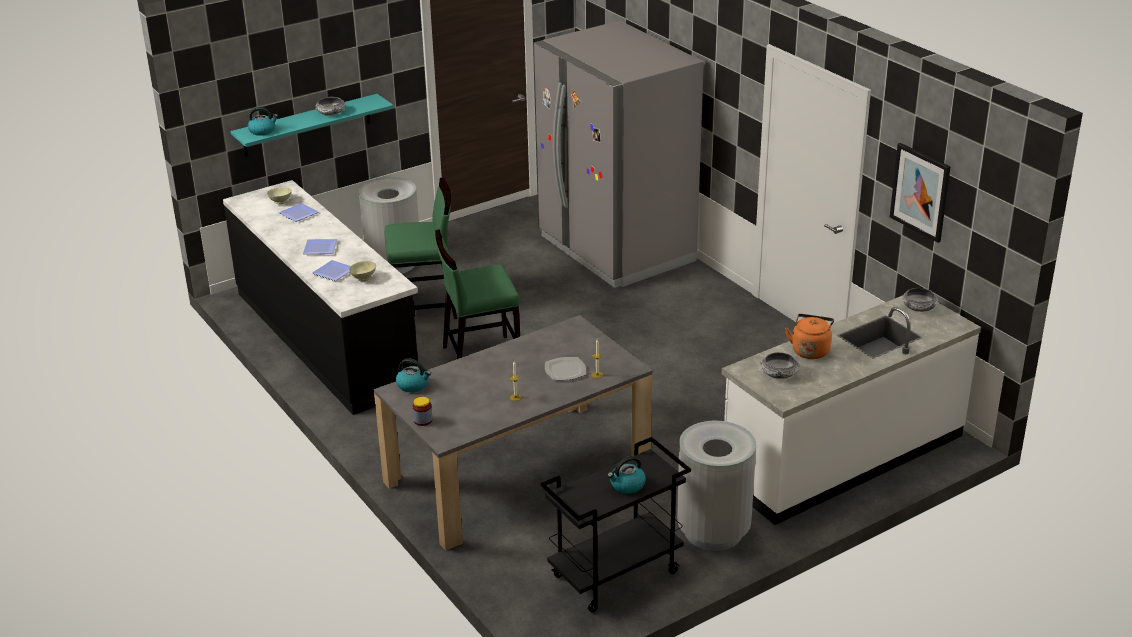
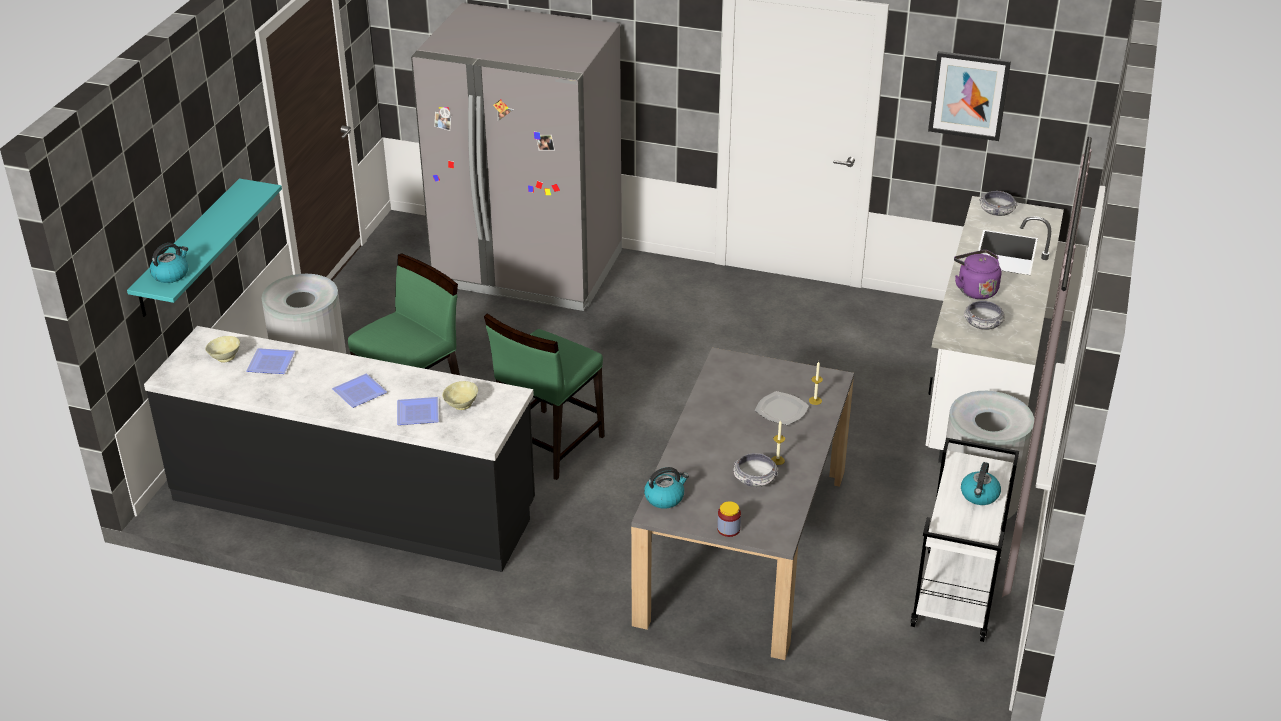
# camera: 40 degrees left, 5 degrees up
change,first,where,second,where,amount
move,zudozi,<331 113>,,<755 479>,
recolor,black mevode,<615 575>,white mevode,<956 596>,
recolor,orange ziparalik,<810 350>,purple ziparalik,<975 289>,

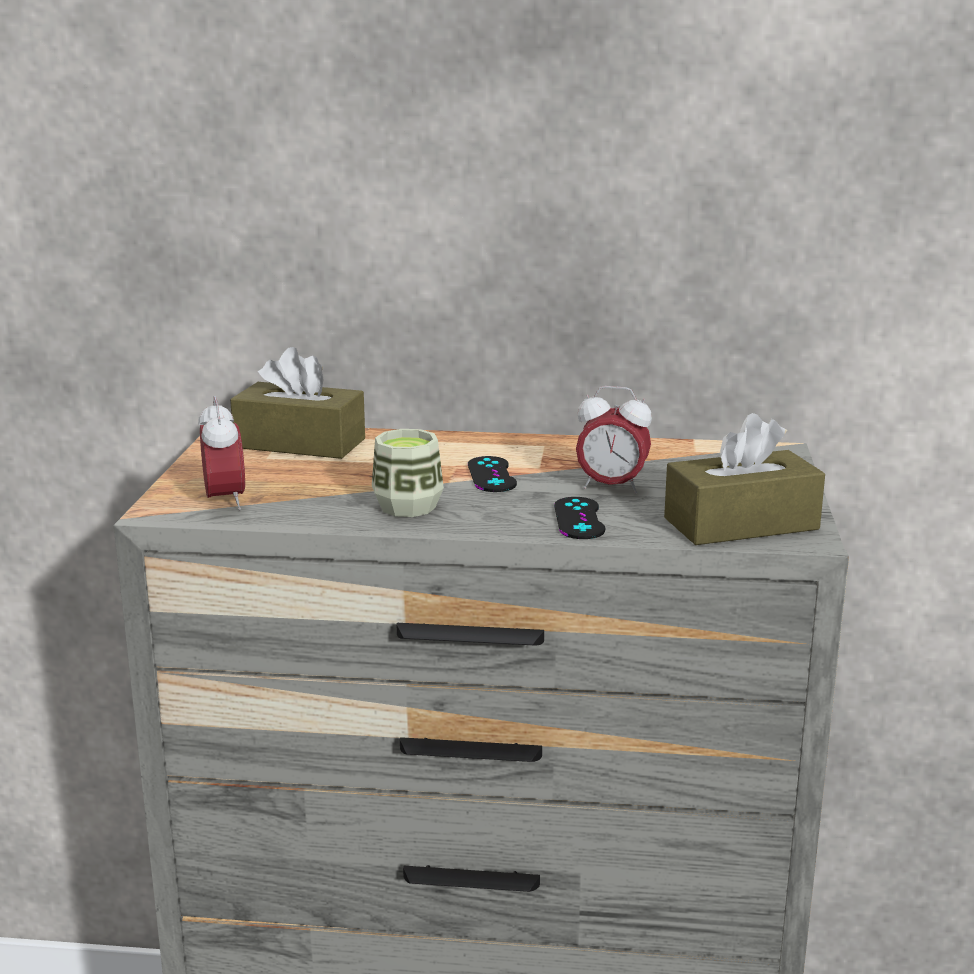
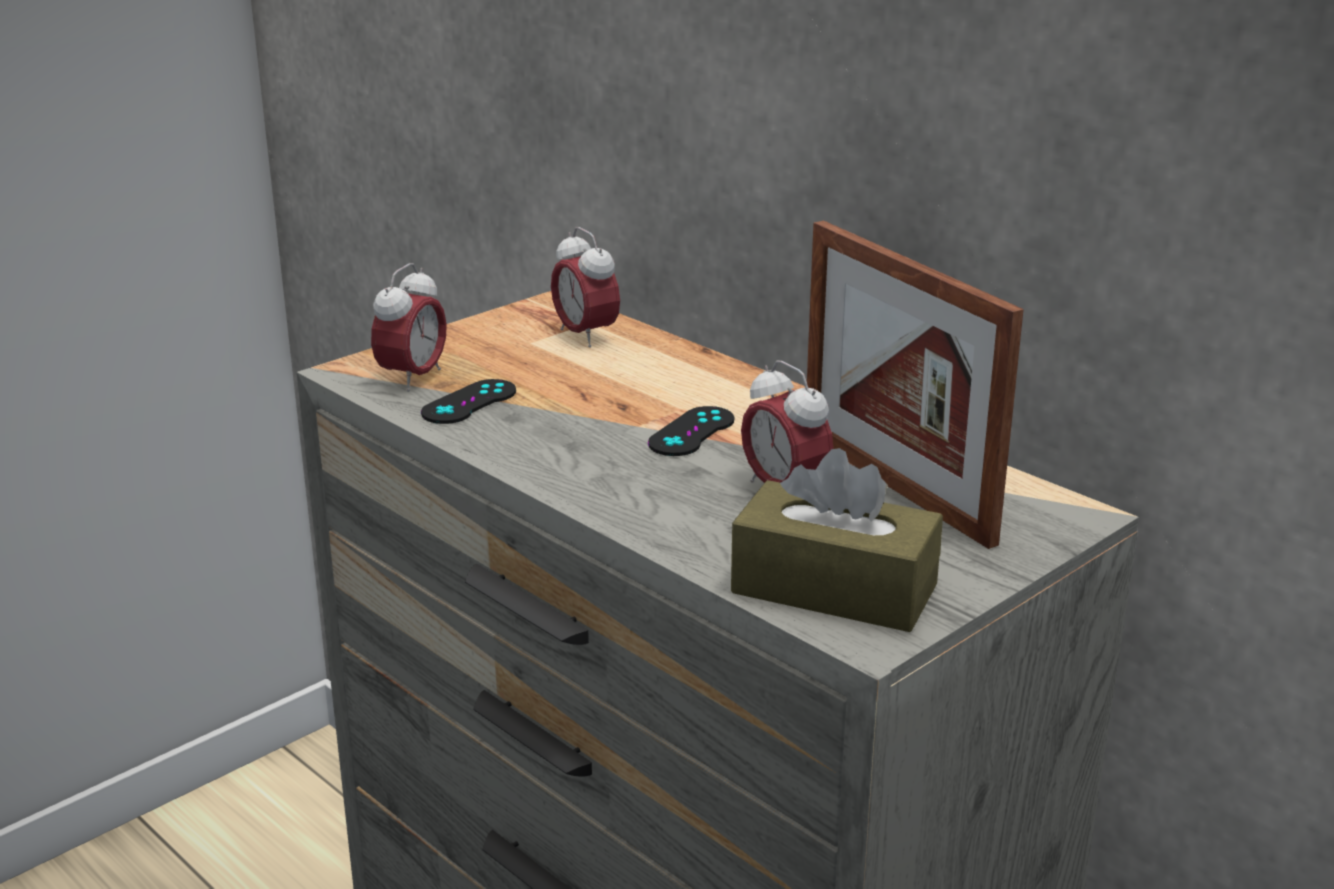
# camera: 40 degrees right, 5 degrees up
change,first,where,second,where,amount
delete,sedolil,<408 506>,,,
insert,,,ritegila,<895 486>,
move,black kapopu,<579 519>,,<469 402>,
replace,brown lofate,<300 443>,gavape,<585 336>,

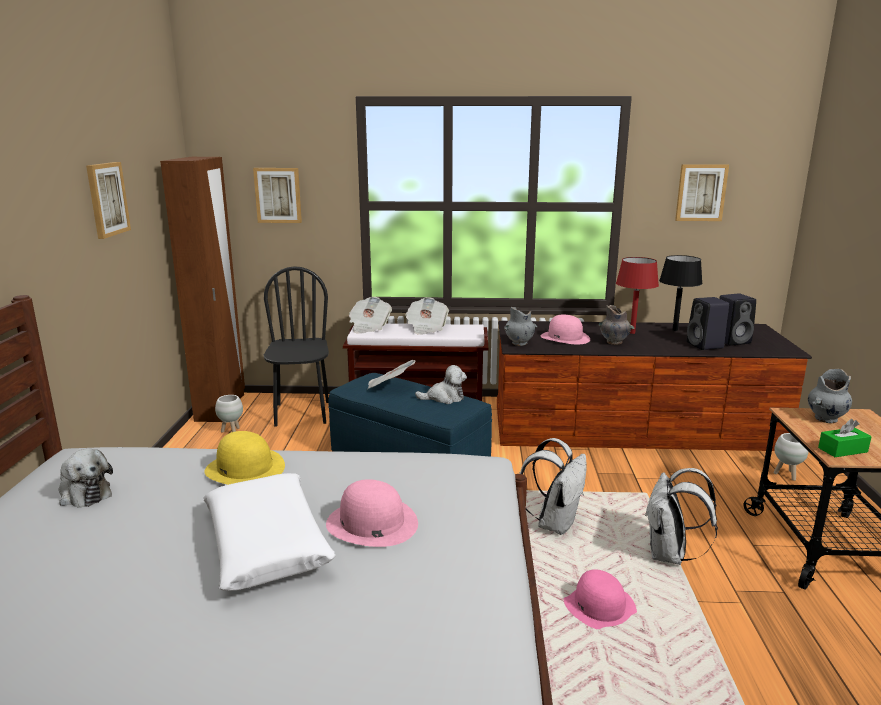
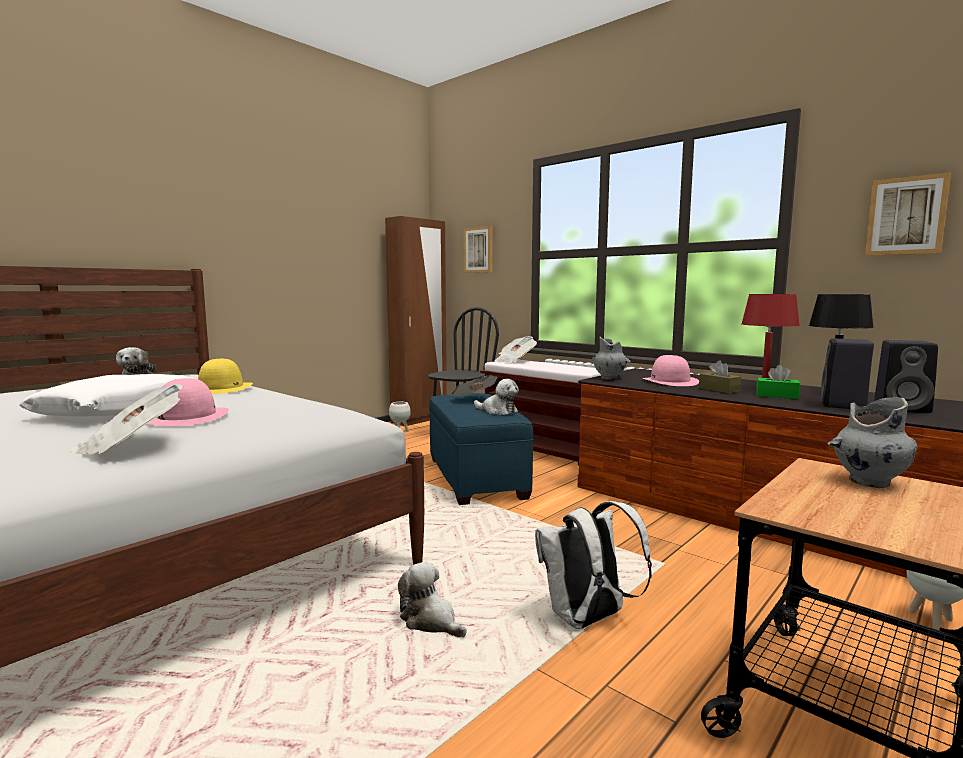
# camera: 40 degrees right, 10 degrees down
change,first,where,second,where,amount
delete,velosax,<107 199>,,,
delete,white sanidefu,<554 523>,,,
move,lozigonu,<426 328>,,<131 445>,
move,green lofate,<842 450>,,<776 396>,
replace,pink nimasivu,<600 606>,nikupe,<430 621>,
replace,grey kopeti,<614 342>,brown lofate,<719 390>,

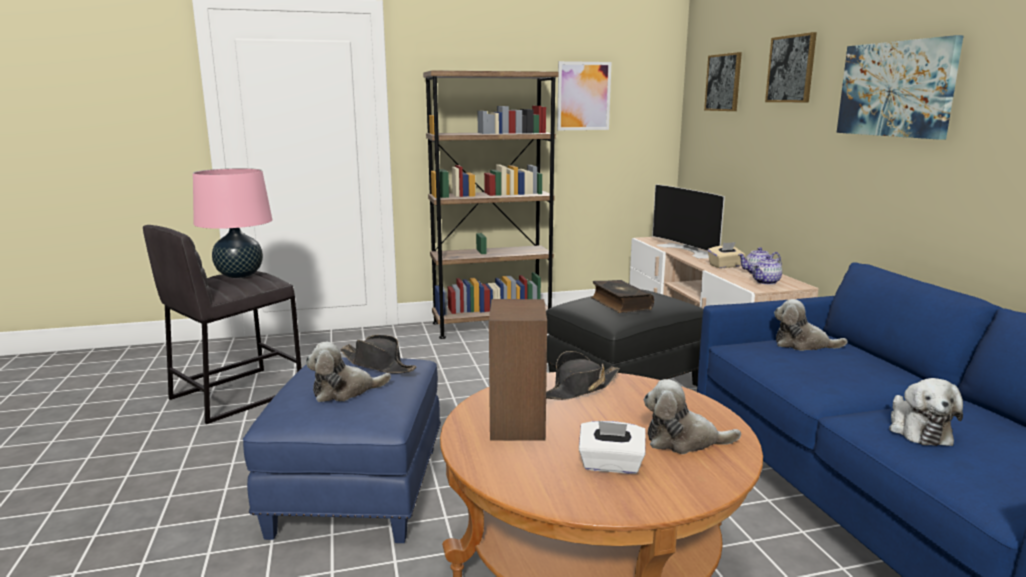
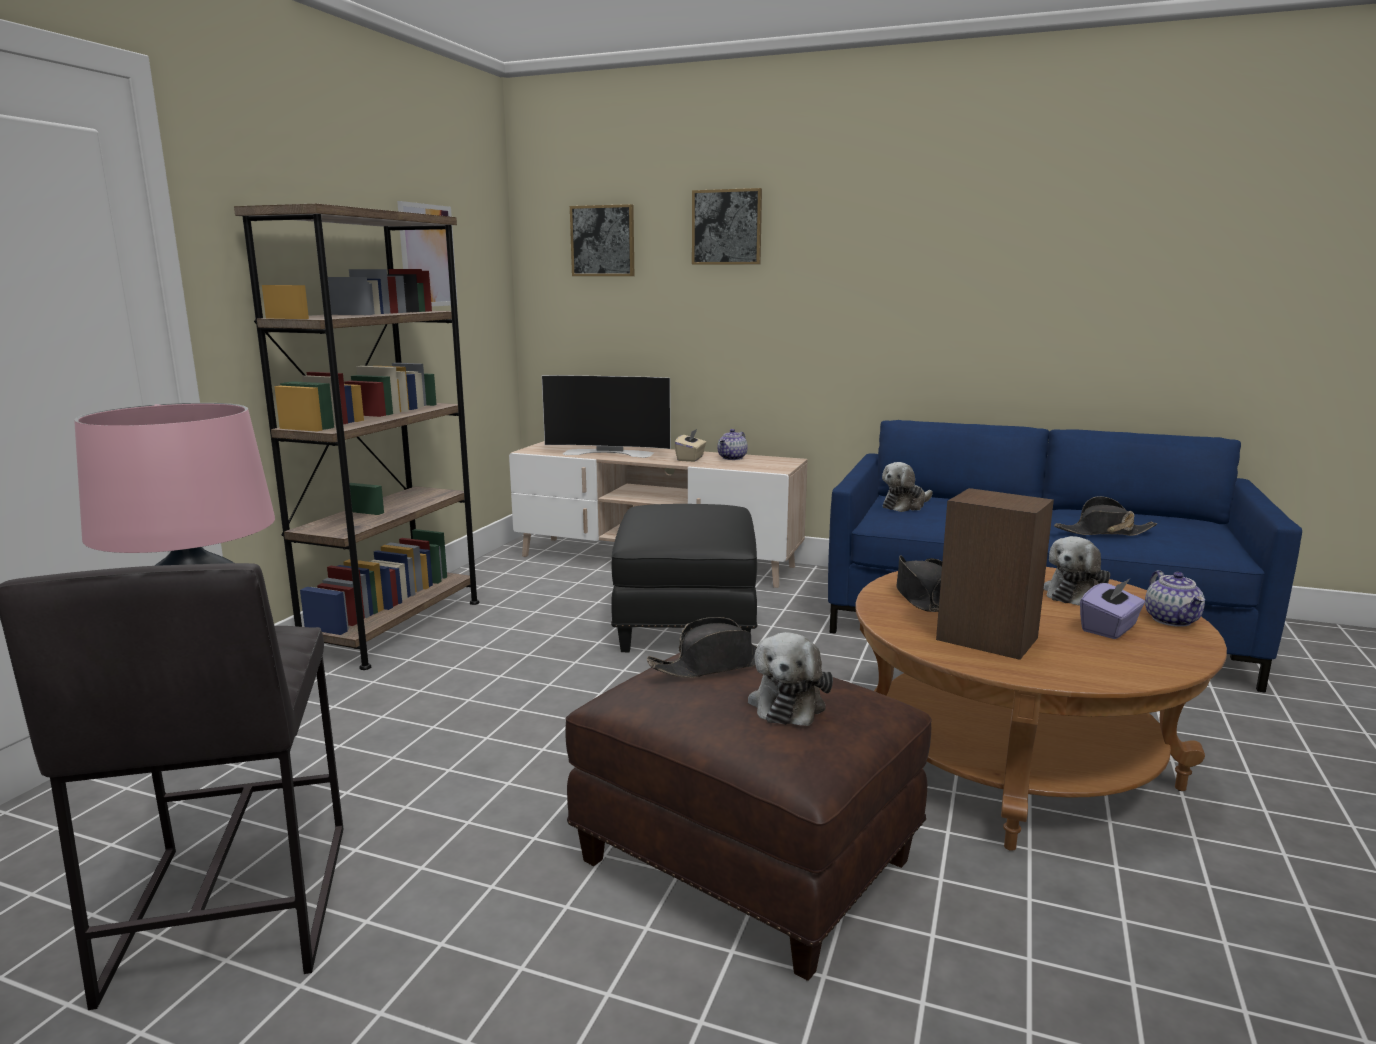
# camera: 55 degrees left, 0 degrees up
change,first,where,second,where,amount
delete,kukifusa,<620 304>,,,
delete,velosax,<896 89>,,,
move,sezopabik,<766 282>,,<1172 620>,
replace,nikupe,<917 429>,black nimasivu,<1103 532>,
recolor,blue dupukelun,<359 490>,brown dupukelun,<749 861>,
recolor,white lofate,<611 465>,purple lofate,<1109 629>,

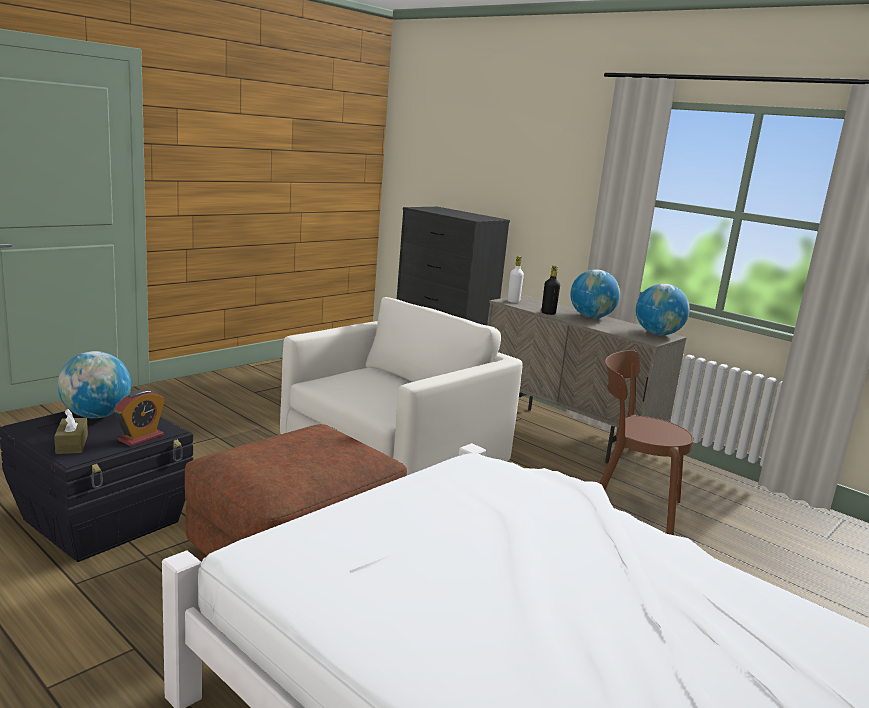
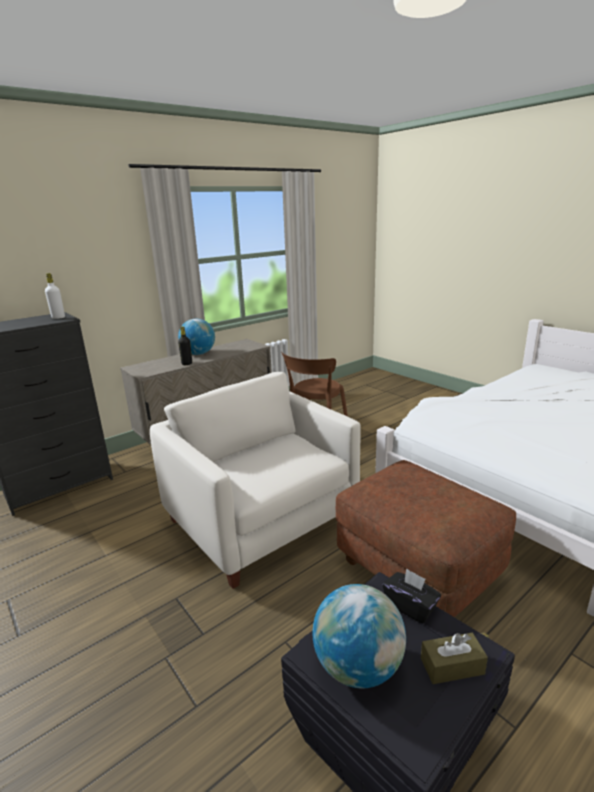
# camera: 80 degrees left, 5 degrees up
change,first,where,second,where,amount
delete,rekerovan,<658 334>,,,
move,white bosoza,<513 301>,,<58 317>,
replace,gavape,<141 438>,black lofate,<410 606>,

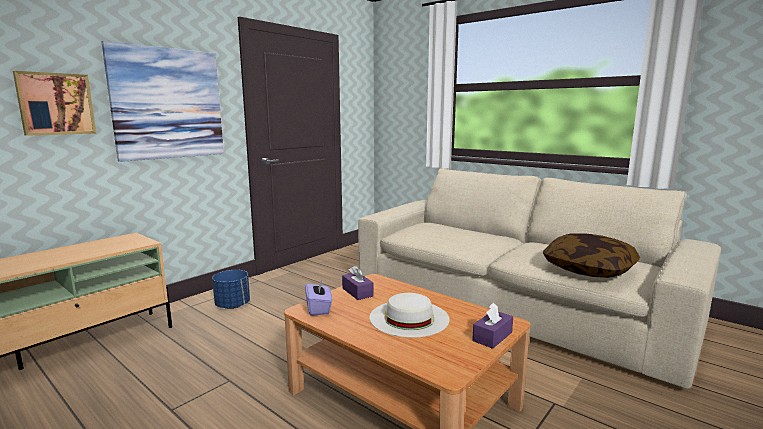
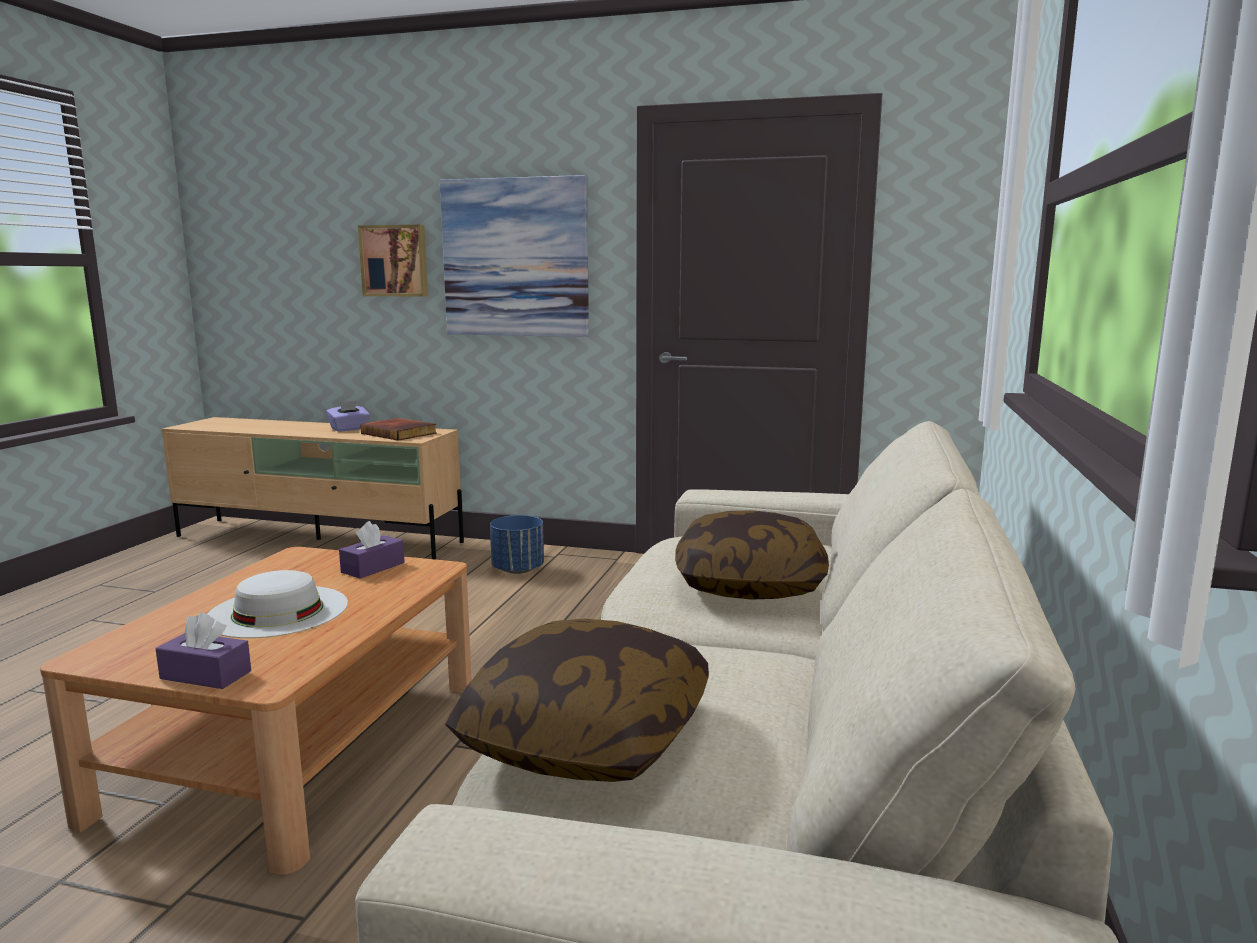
# camera: 65 degrees right, 0 degrees up
change,first,where,second,where,amount
insert,,,kukifusa,<400 433>,
insert,,,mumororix,<750 583>,
move,purple lofate,<319 308>,,<349 429>,

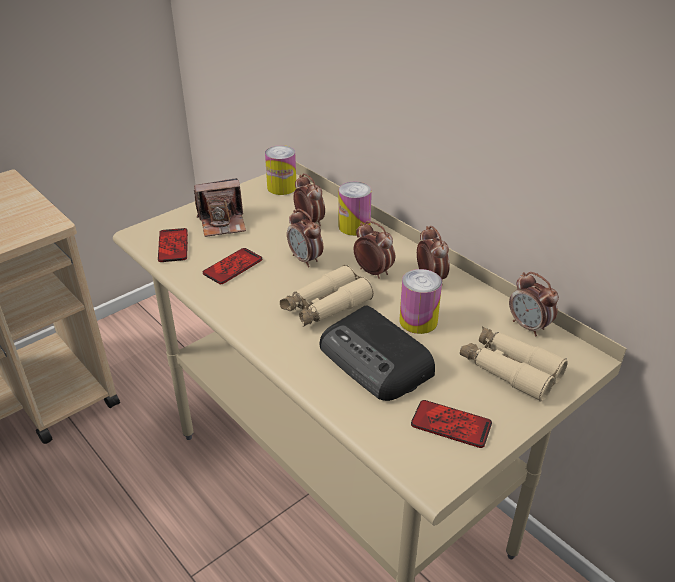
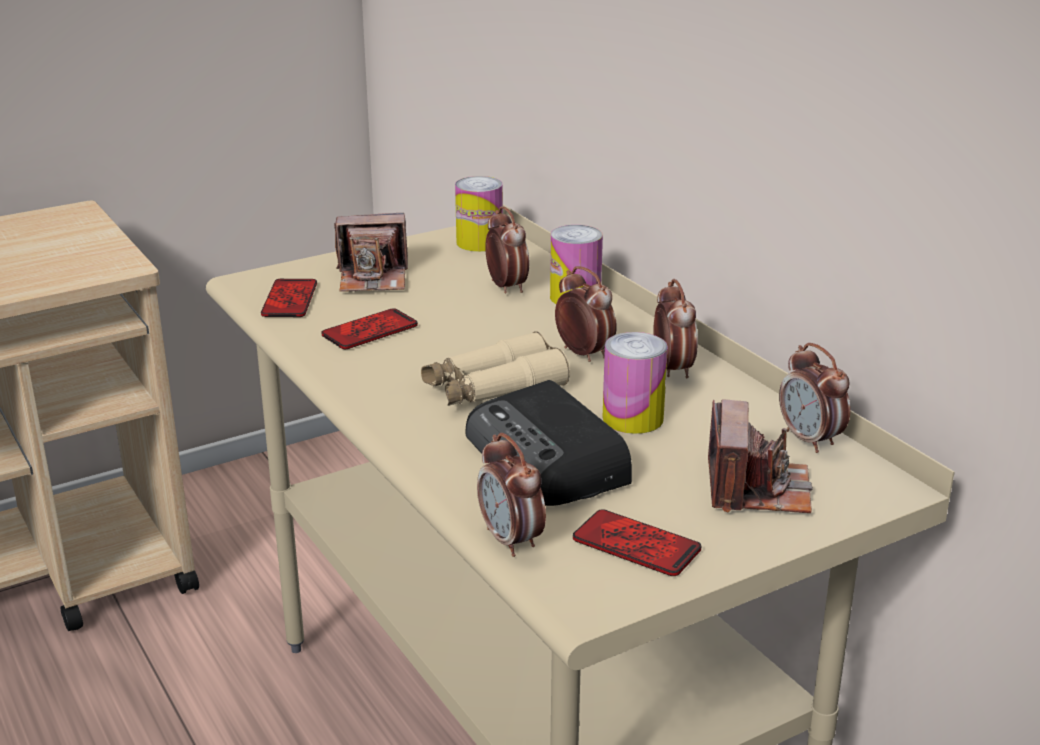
# camera: 10 degrees right, 10 degrees down
change,first,where,second,where,amount
move,gavape,<305 260>,,<511 540>,
replace,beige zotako,<509 369>,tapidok,<757 489>,

